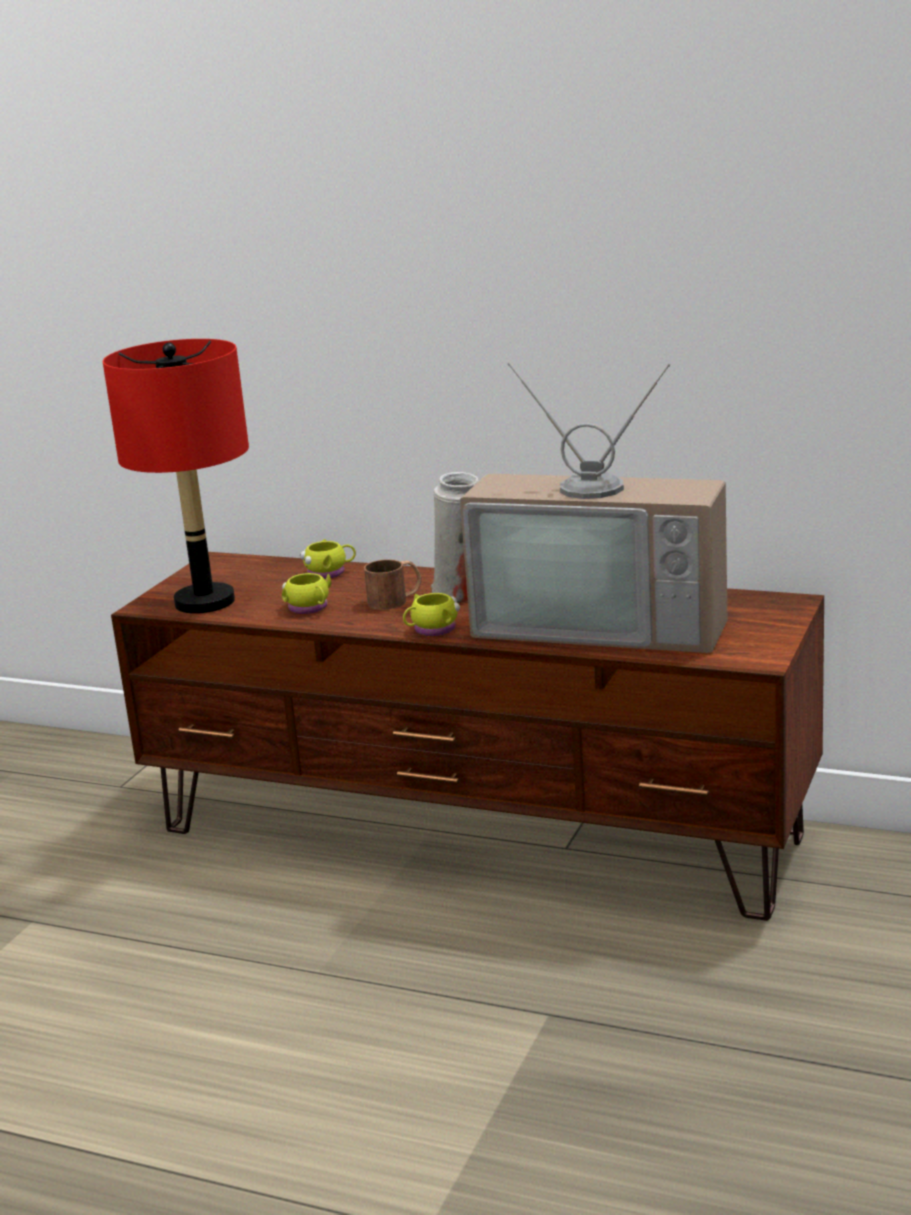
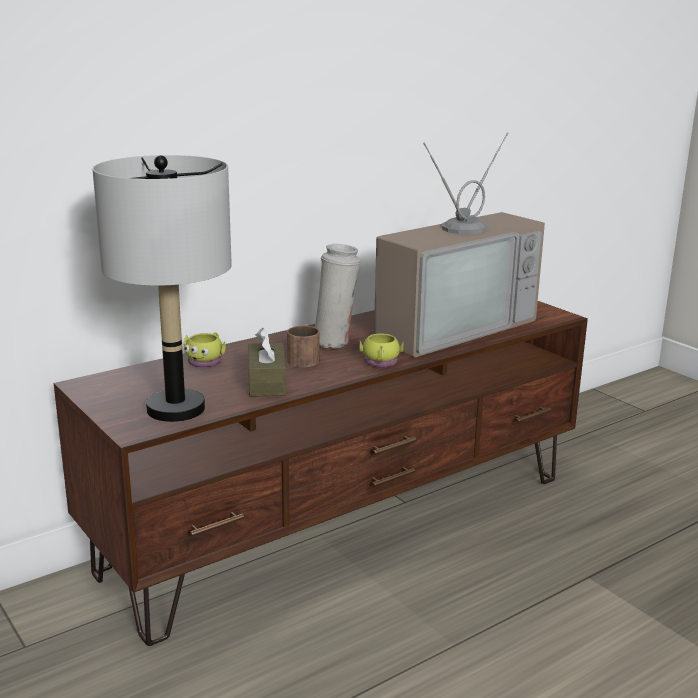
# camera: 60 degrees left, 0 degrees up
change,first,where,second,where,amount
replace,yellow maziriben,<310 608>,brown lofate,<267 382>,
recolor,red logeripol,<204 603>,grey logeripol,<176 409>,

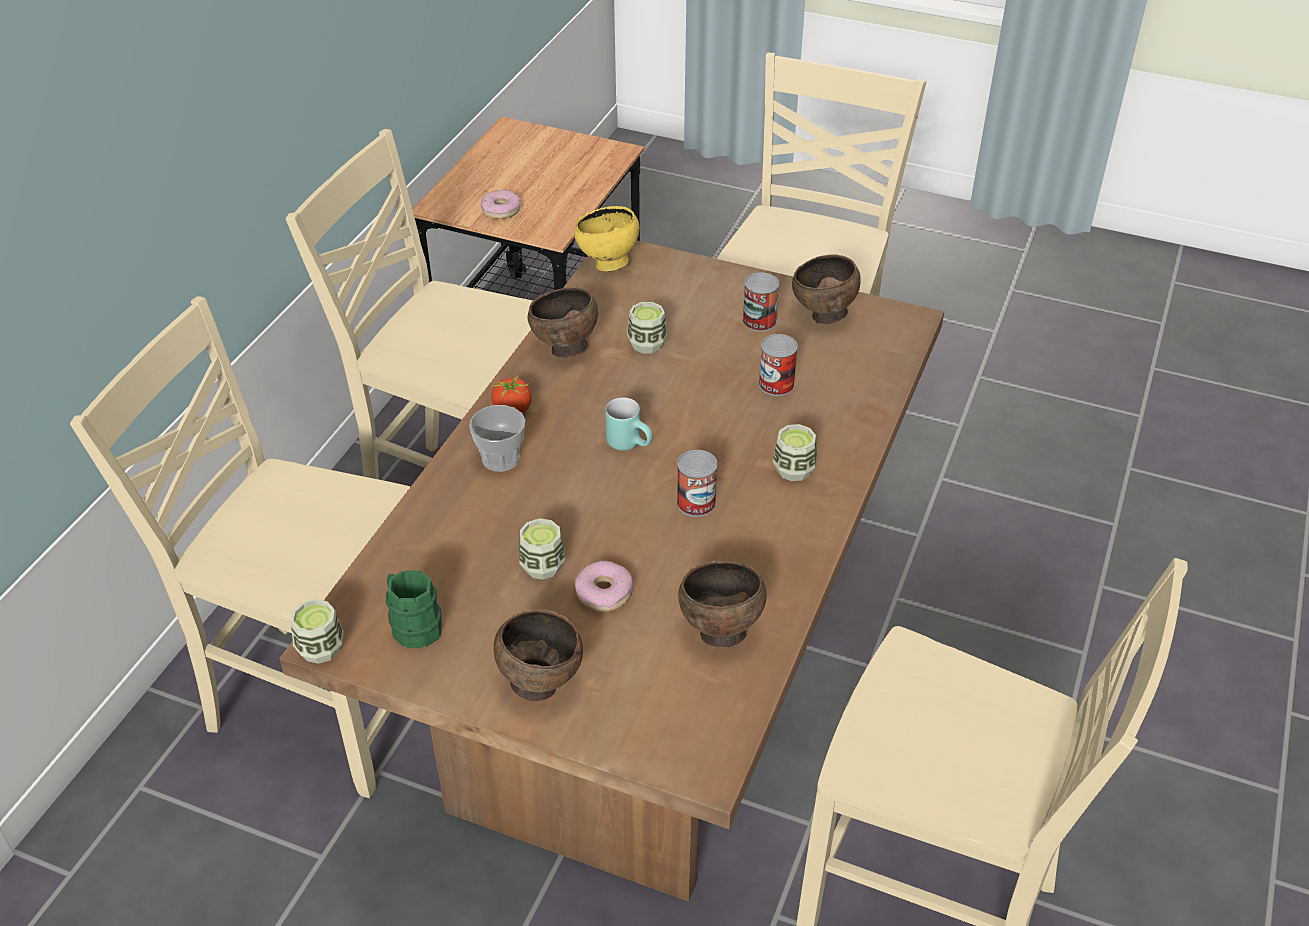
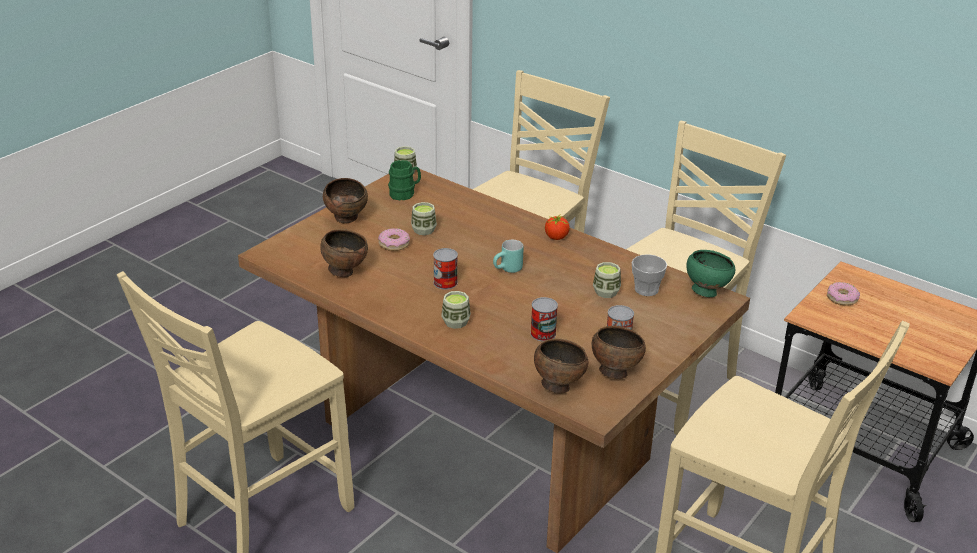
# camera: 105 degrees right, 10 degrees down
change,first,where,second,where,amount
move,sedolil,<501 459>,,<646 289>,
move,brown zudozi,<564 349>,,<558 386>,
recolor,yellow zudozi,<607 264>,green zudozi,<706 291>,

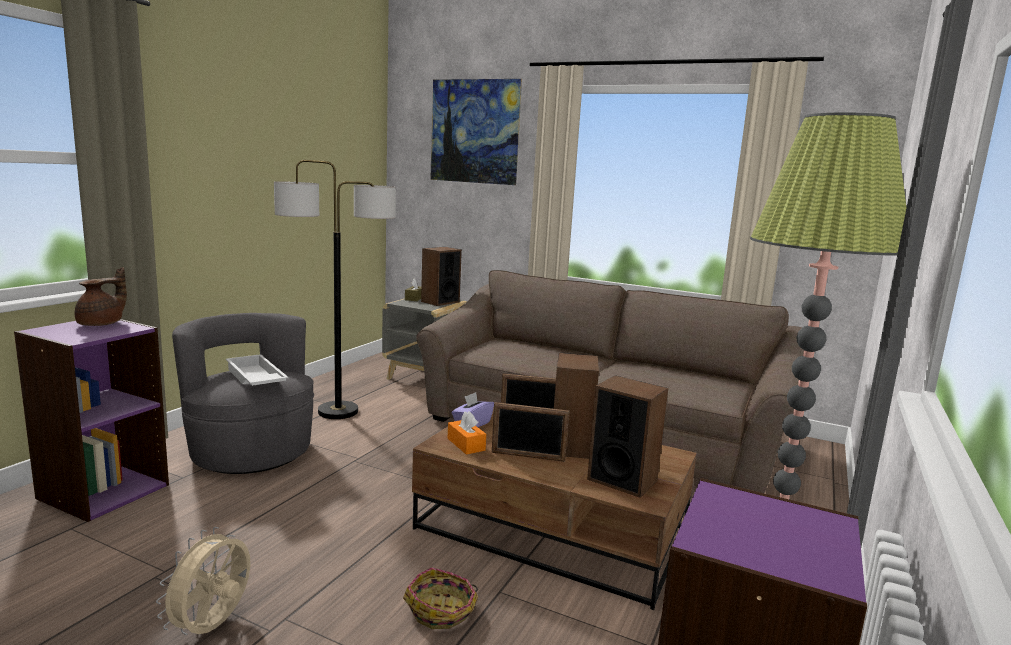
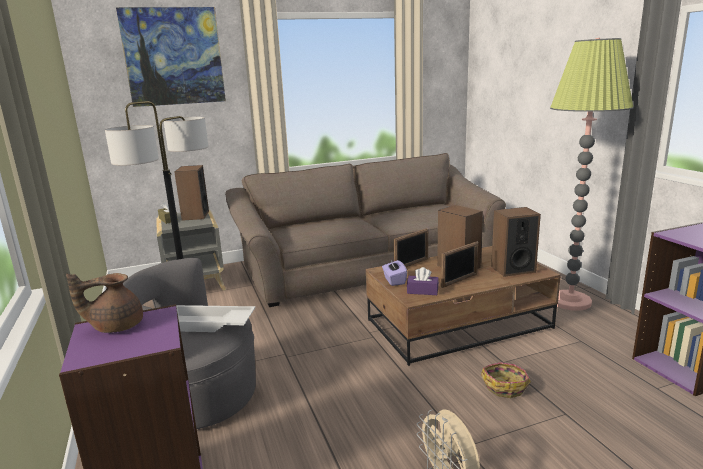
# camera: 45 degrees left, 5 degrees up
change,first,where,second,where,amount
recolor,orange lofate,<466 444>,purple lofate,<422 291>,
rotate,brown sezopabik,<102 324>,,<116 326>,90 degrees counterclockwise

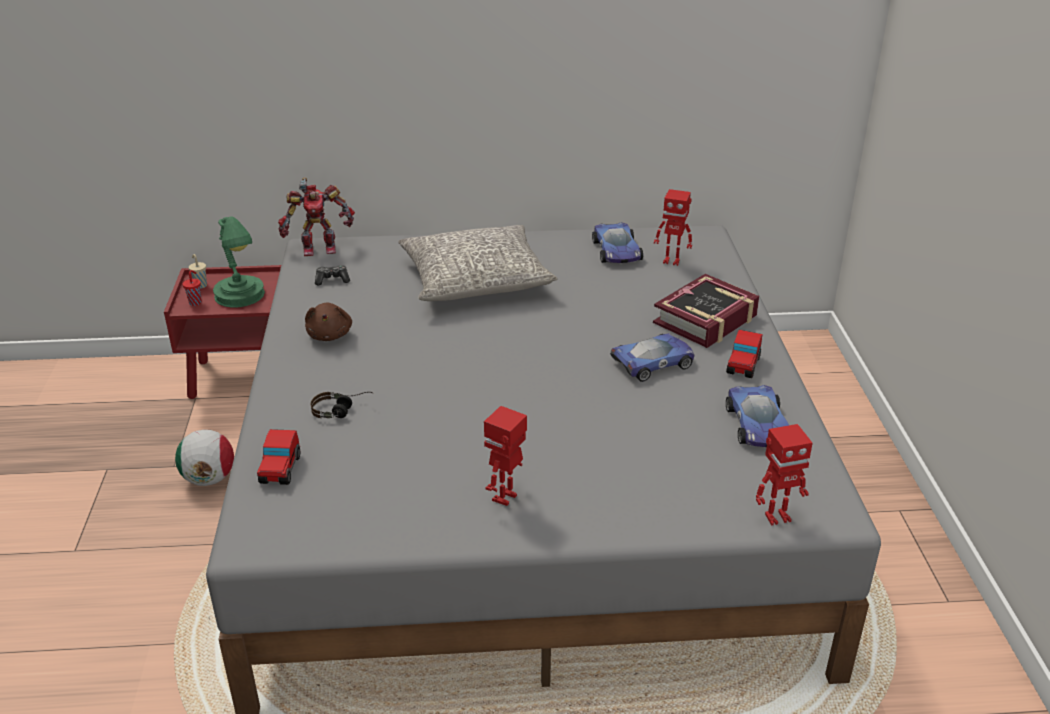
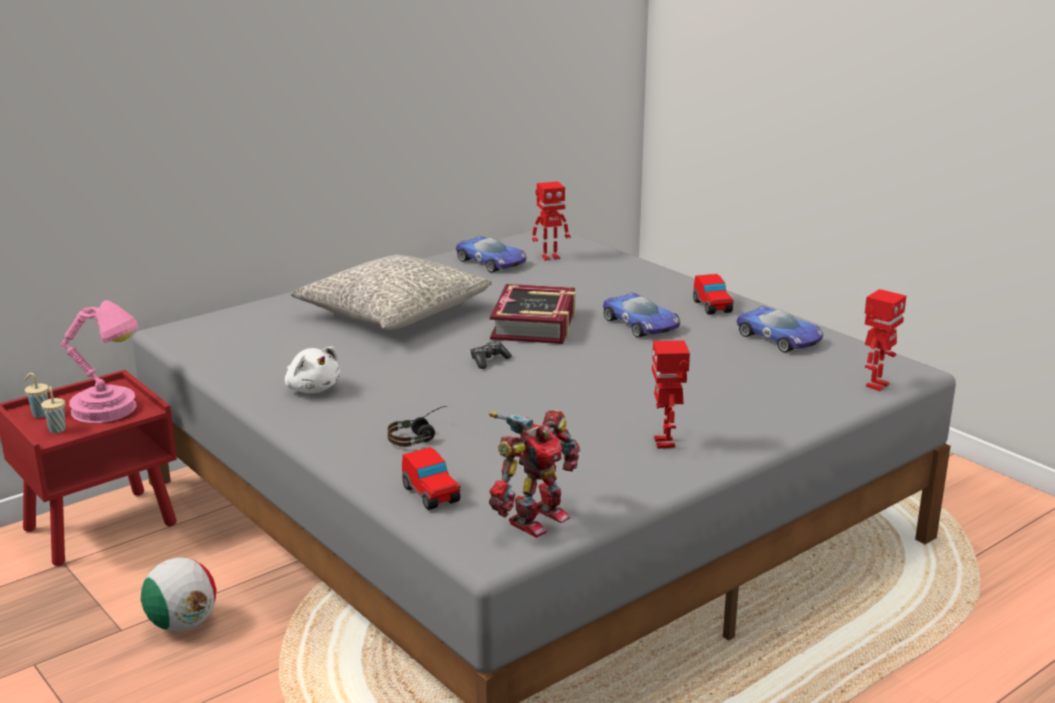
# camera: 35 degrees left, 10 degrees down
change,first,where,second,where,amount
move,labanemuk,<319 247>,,<535 519>,
move,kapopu,<332 280>,,<489 360>,
move,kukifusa,<706 320>,,<534 324>,
recolor,red sedolil,<195 302>,beige sedolil,<57 429>,
recolor,green logeripol,<241 296>,pink logeripol,<108 410>,
recolor,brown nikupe,<330 335>,white nikupe,<312 388>,
rotate,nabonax,<653 362>,,<641 324>,120 degrees clockwise

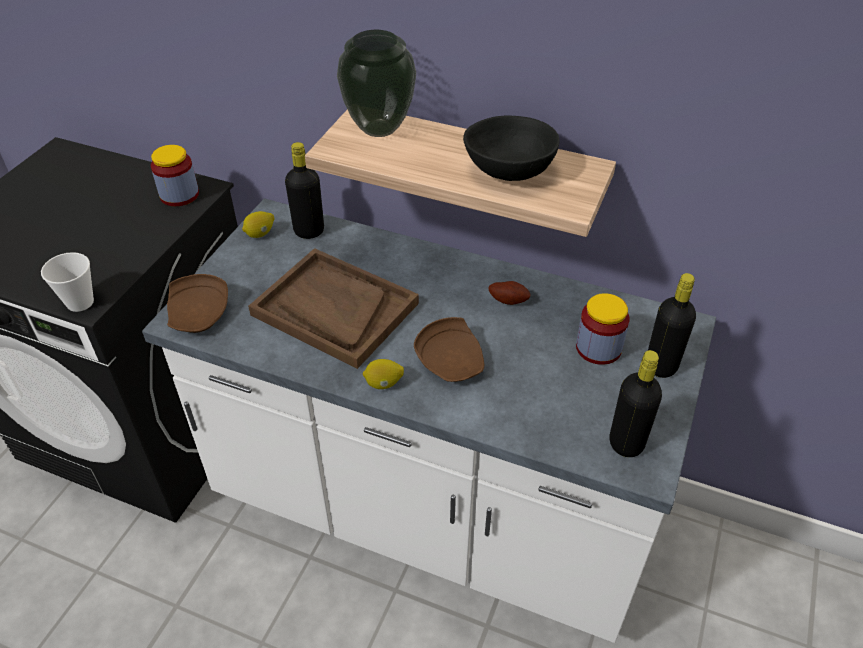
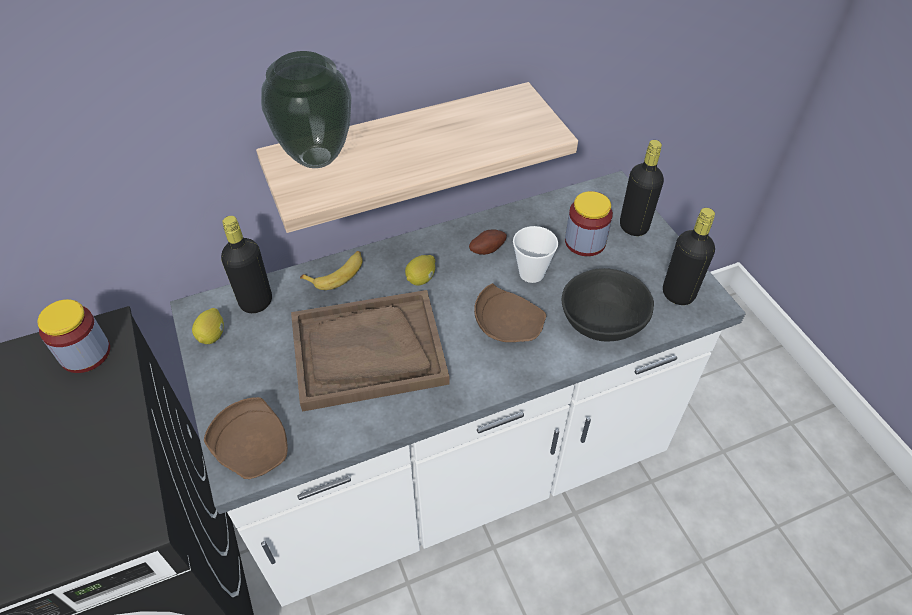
# camera: 45 degrees left, 5 degrees up
change,first,where,second,where,amount
insert,,,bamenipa,<337 274>,
move,sedolil,<80 302>,,<531 273>,
move,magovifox,<383 384>,,<421 279>,
move,black zudozi,<510 171>,,<603 322>,

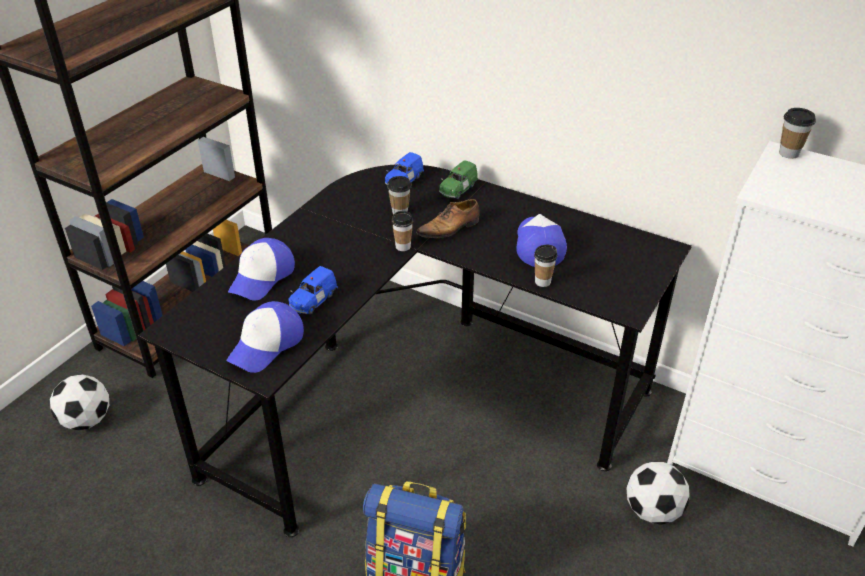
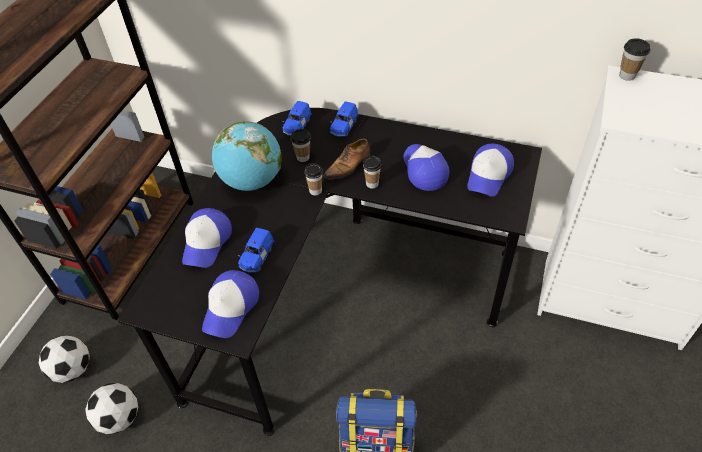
# camera: 10 degrees left, 10 degrees up
change,first,where,second,where,amount
insert,,,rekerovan,<252 181>,
insert,,,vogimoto,<489 175>,
move,sedolil,<542 282>,,<372 184>,
move,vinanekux,<652 510>,,<119 418>,
recolor,green nabonax,<457 189>,blue nabonax,<344 126>,

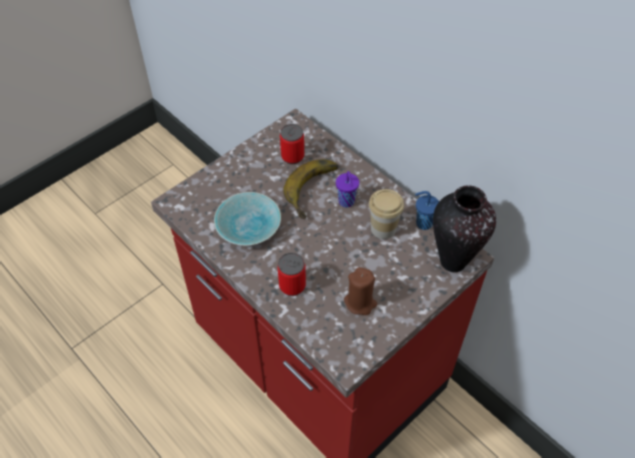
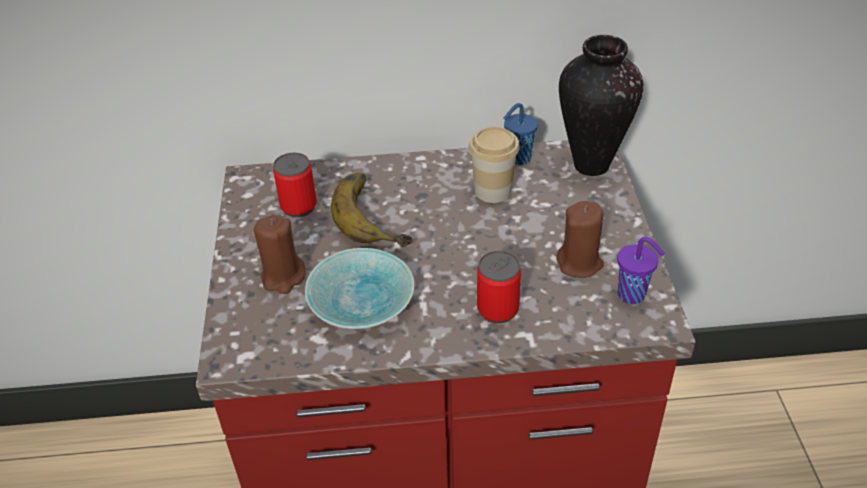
# camera: 50 degrees left, 10 degrees down
change,first,where,second,where,amount
insert,,,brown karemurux,<283 277>,
move,purple sedolil,<346 202>,,<633 295>,

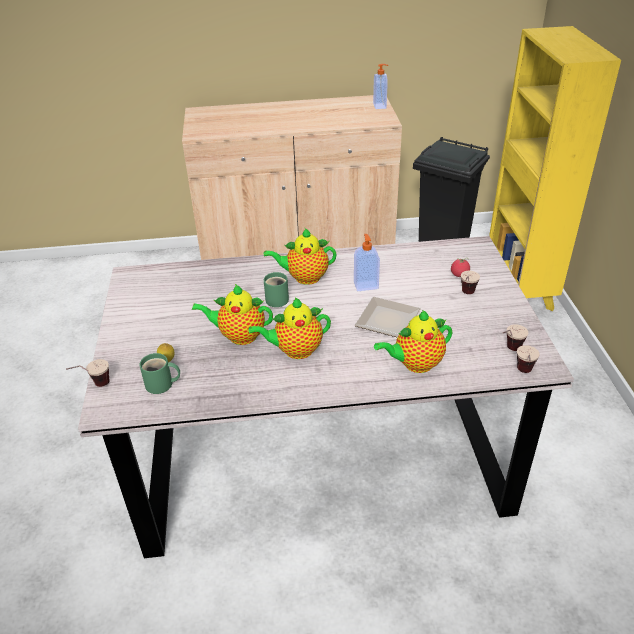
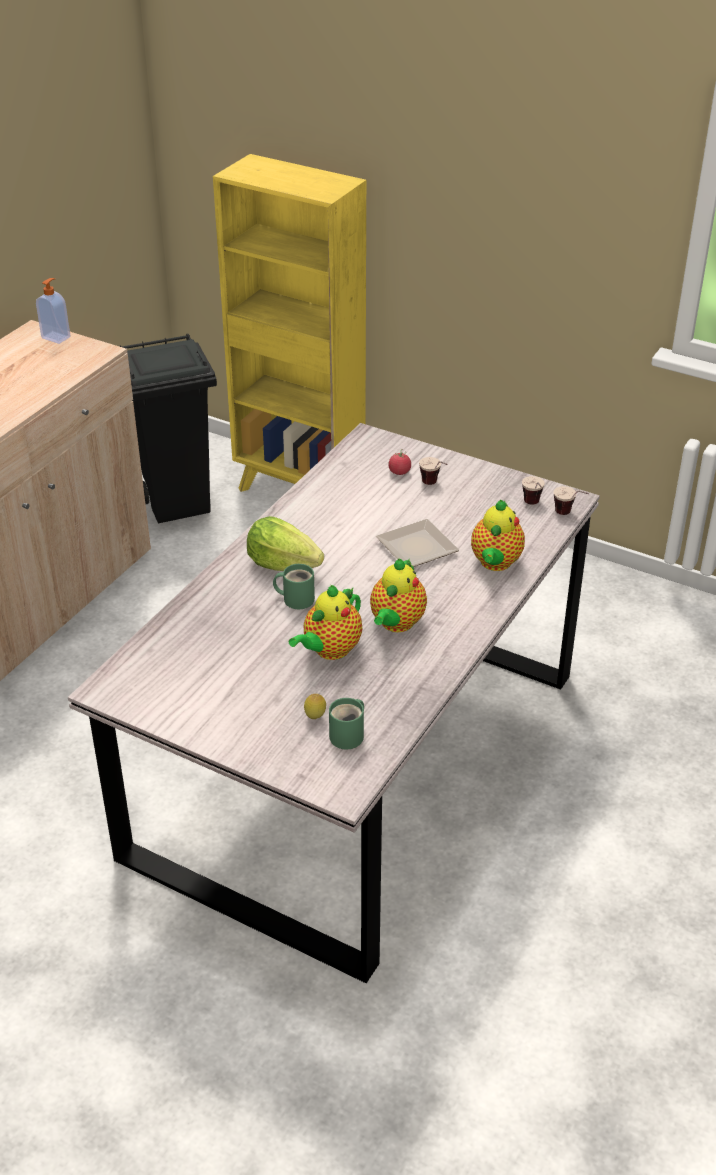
# camera: 55 degrees left, 0 degrees up
change,first,where,second,where,amount
delete,sedolil,<94 386>,,,
delete,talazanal,<365 285>,,,
replace,sezopabik,<304 277>,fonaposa,<283 564>,

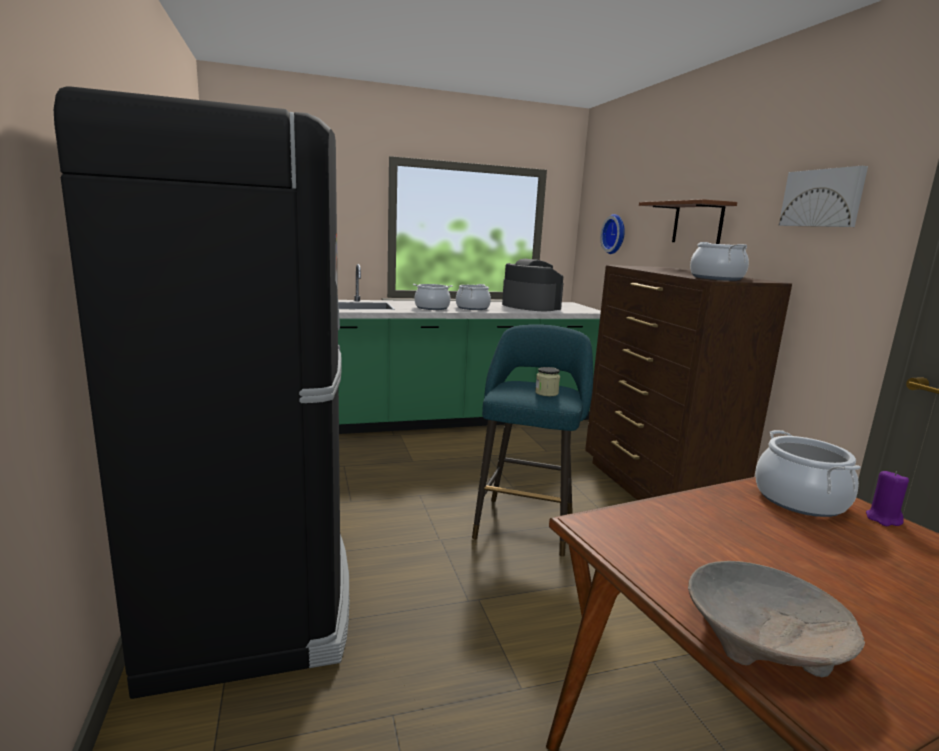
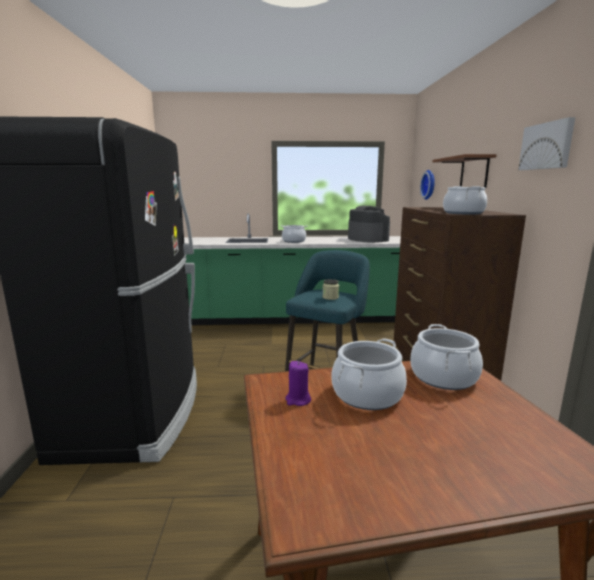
# camera: 15 degrees right, 0 degrees up
change,first,where,second,where,amount
delete,beige zudozi,<761 637>,,,
move,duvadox,<472 308>,,<367 394>,
move,purple karemurux,<883 519>,,<298 400>,

